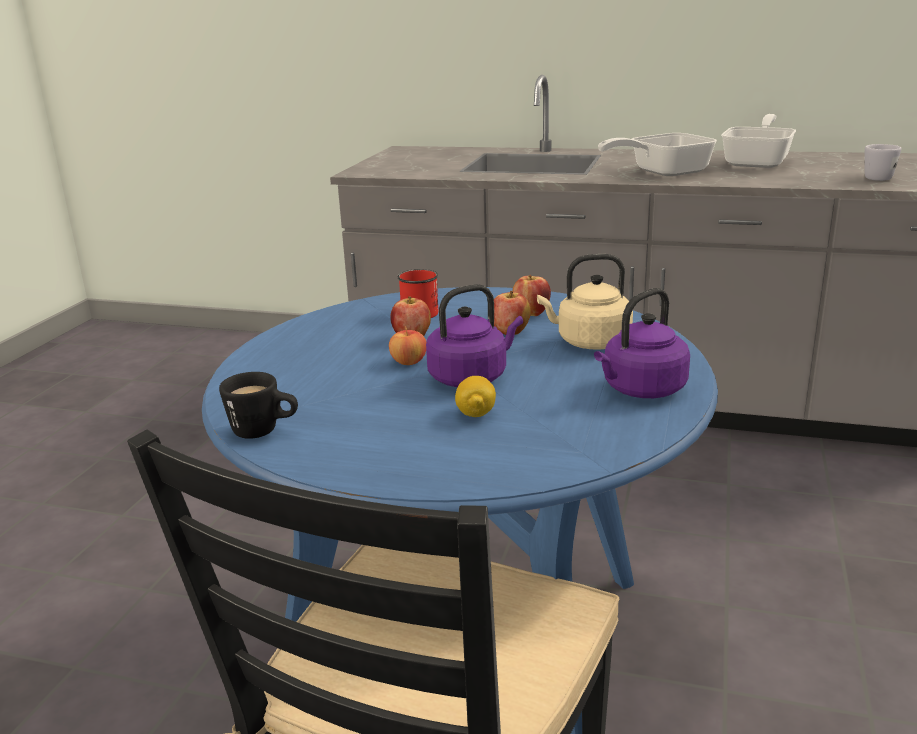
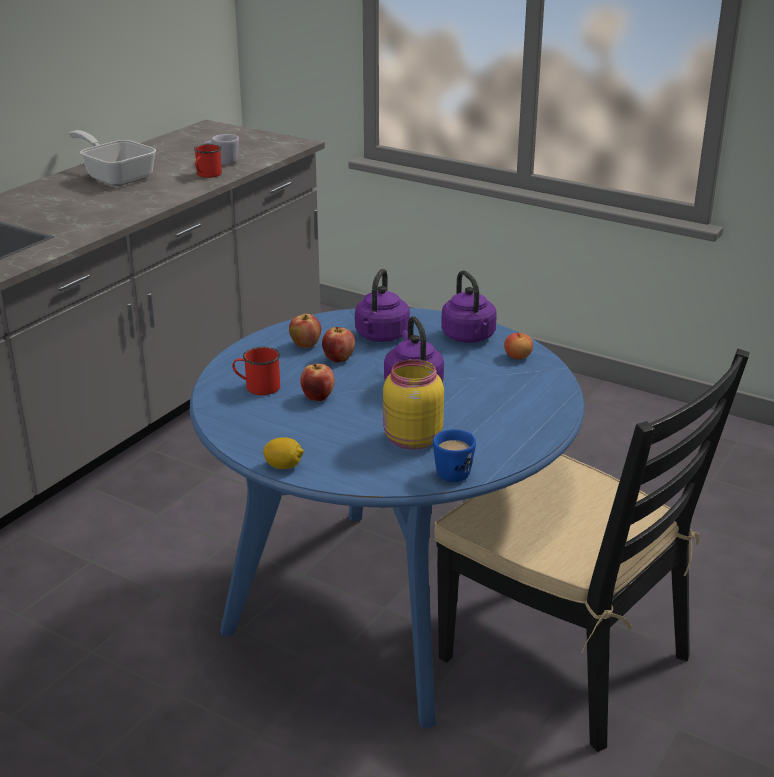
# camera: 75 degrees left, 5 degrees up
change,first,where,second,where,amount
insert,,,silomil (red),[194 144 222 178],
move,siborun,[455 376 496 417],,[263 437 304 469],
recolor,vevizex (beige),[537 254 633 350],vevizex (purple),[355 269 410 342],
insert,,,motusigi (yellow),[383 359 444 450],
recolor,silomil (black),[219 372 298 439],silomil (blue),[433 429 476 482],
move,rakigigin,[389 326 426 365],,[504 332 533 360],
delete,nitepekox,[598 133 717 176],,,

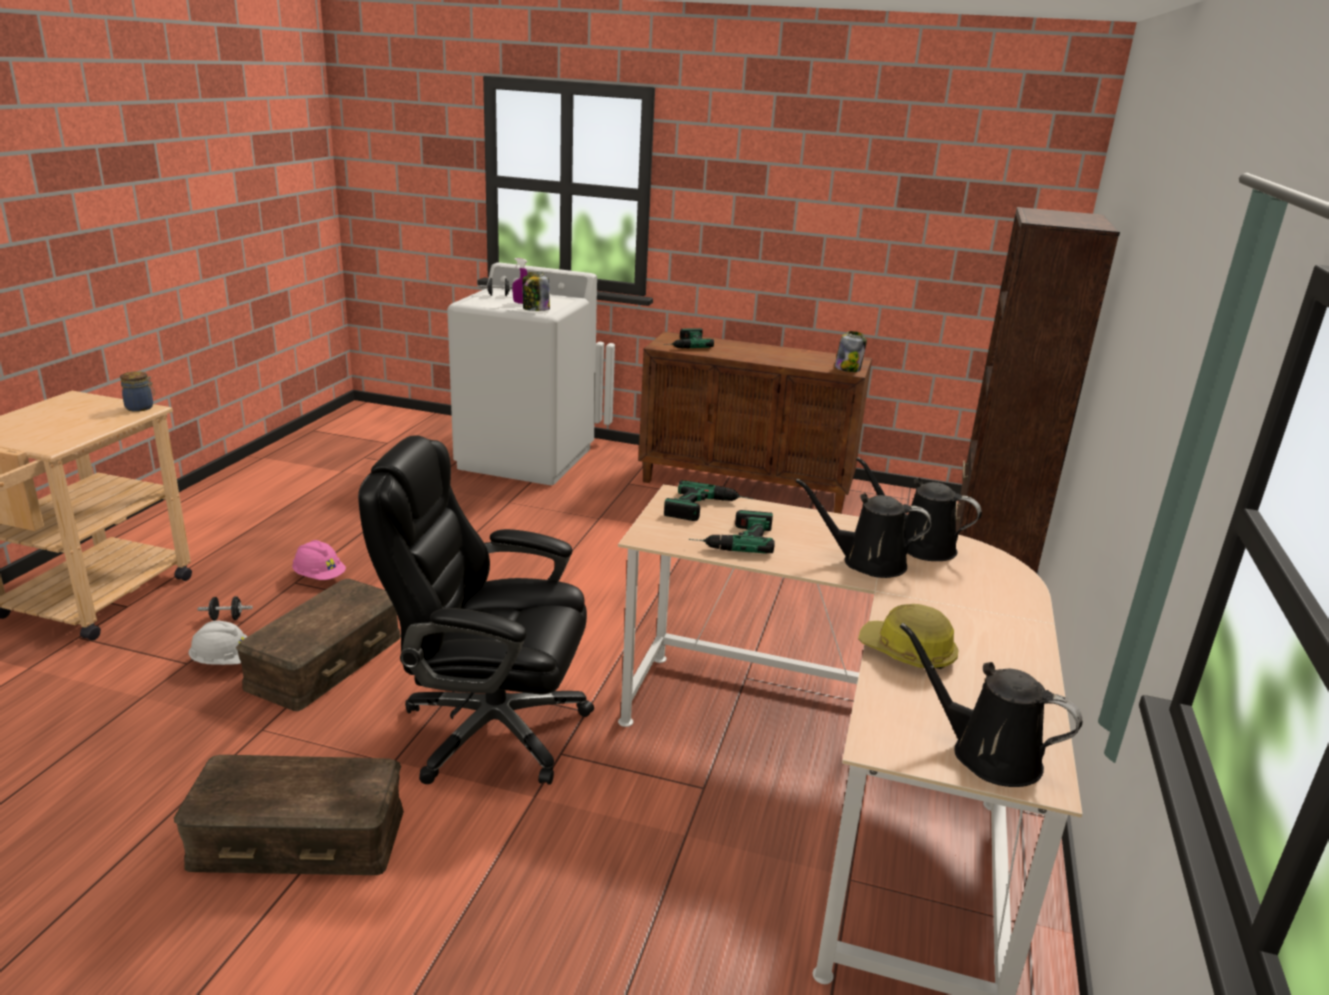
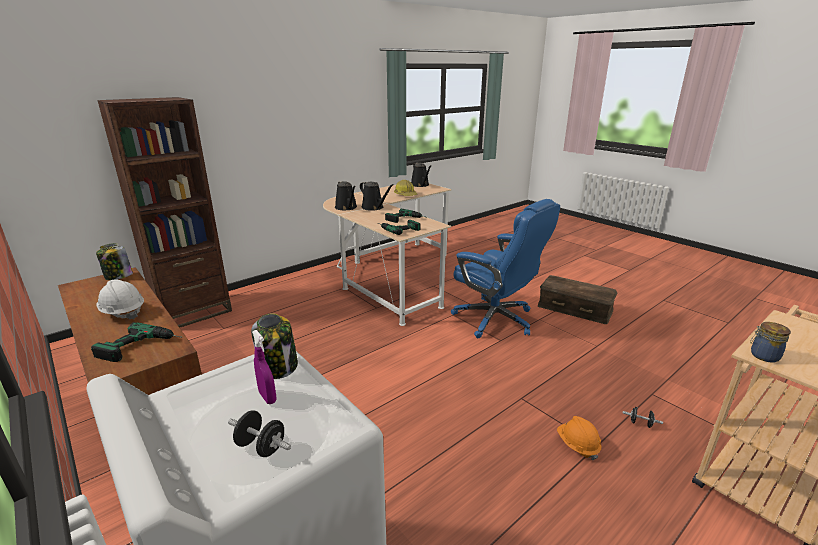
# camera: 145 degrees left, 0 degrees up
change,first,where,second,where,amount
move,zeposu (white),[189 621 247 665],,[97 279 144 320],
recolor,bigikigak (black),[358 435 594 785],bigikigak (blue),[451 199 560 338],
recolor,zeposu (pink),[292 540 346 580],zeposu (orange),[557 416 601 460],
delete,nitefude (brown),[236 579 401 711],,,

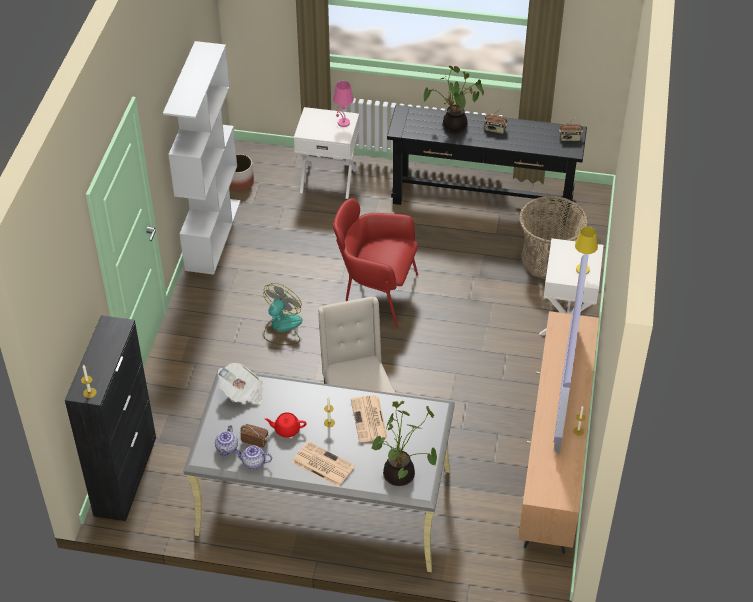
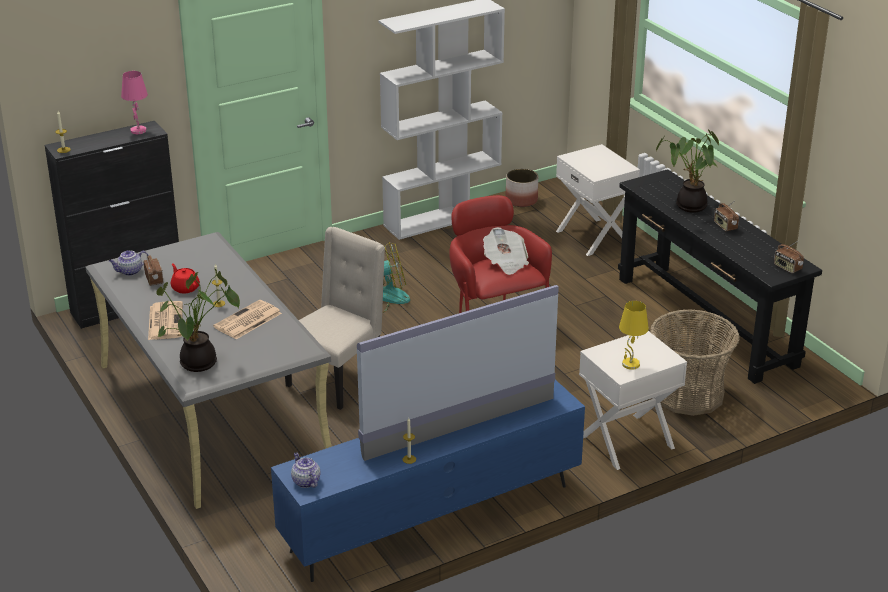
# camera: 50 degrees right, 15 degrees down
change,first,where,second,where,amount
move,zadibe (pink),[333 81 354 127],,[121 71 148 134],
recolor,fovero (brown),[518 311 599 554],fovero (blue),[271 380 585 582],
move,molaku,[234 445 272 469],,[291 452 321 488],
move,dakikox,[218 363 263 405],,[483 227 529 275],

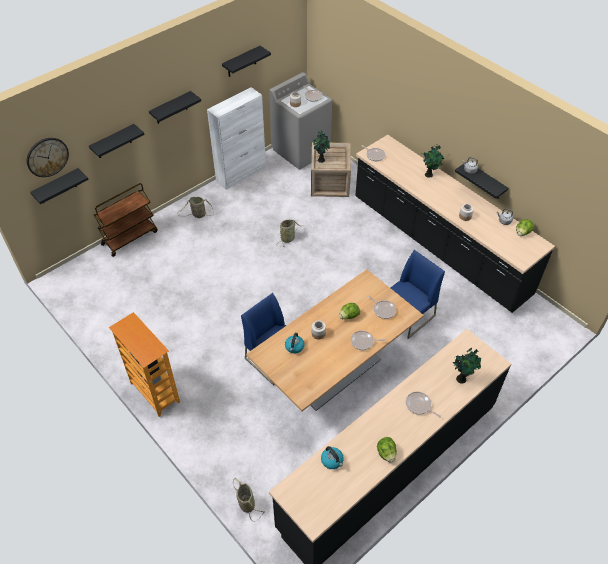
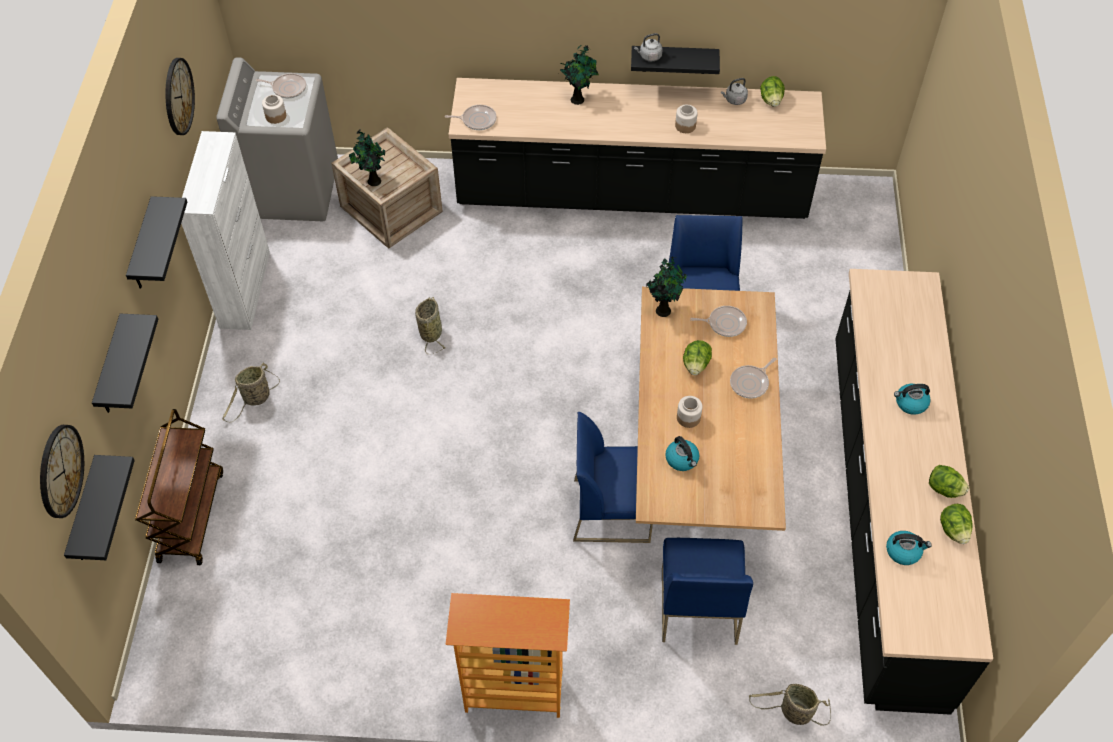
# camera: 45 degrees left, 5 degrees up
change,first,where,second,where,amount
replace,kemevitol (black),[222 46 271 77],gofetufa,[165 58 195 135],
move,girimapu,[453 348 481 384],,[646 256 687 317],
insert,,,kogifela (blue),[662 538 753 645],
replace,nitepekox,[406 392 441 417],vevizex,[894 384 931 415],
insert,,,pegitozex,[940 504 973 544],

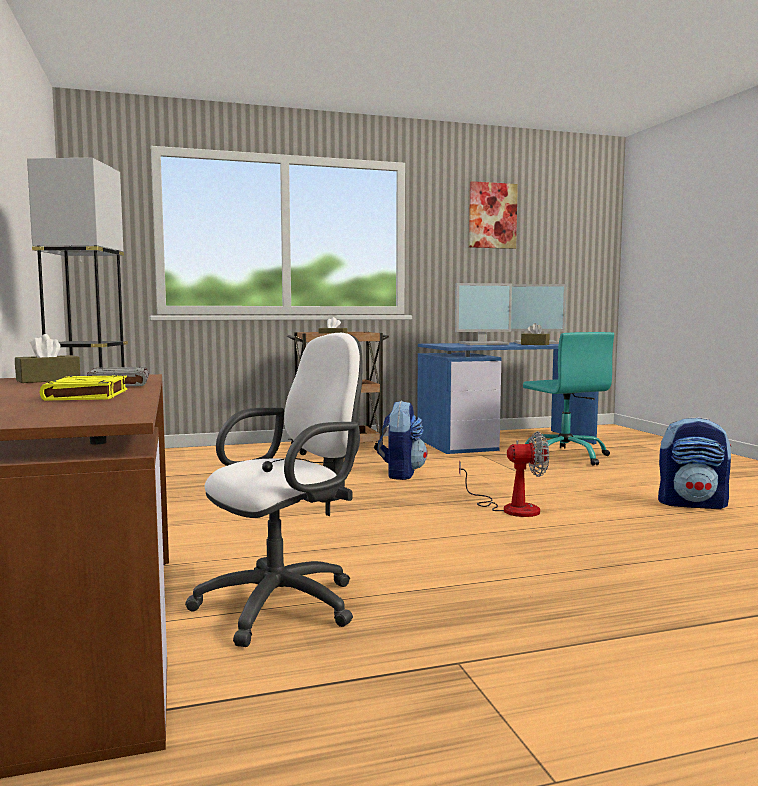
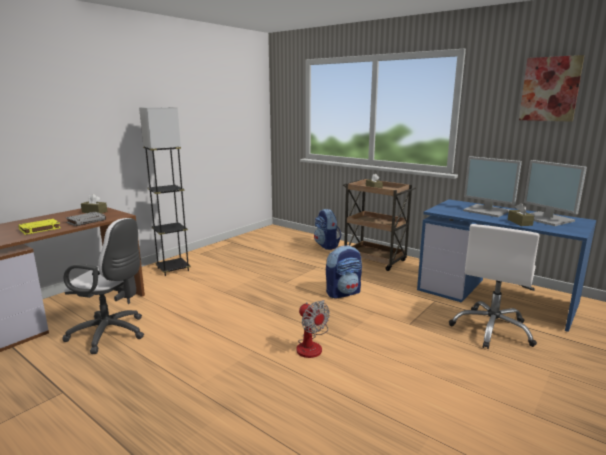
# camera: 55 degrees right, 10 degrees up
change,first,where,second,where,amount
move,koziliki,[658 417 731 509],,[314 209 342 250],
recolor,bigikigak (turquoise),[523 332 614 466],bigikigak (white),[449 224 539 349],

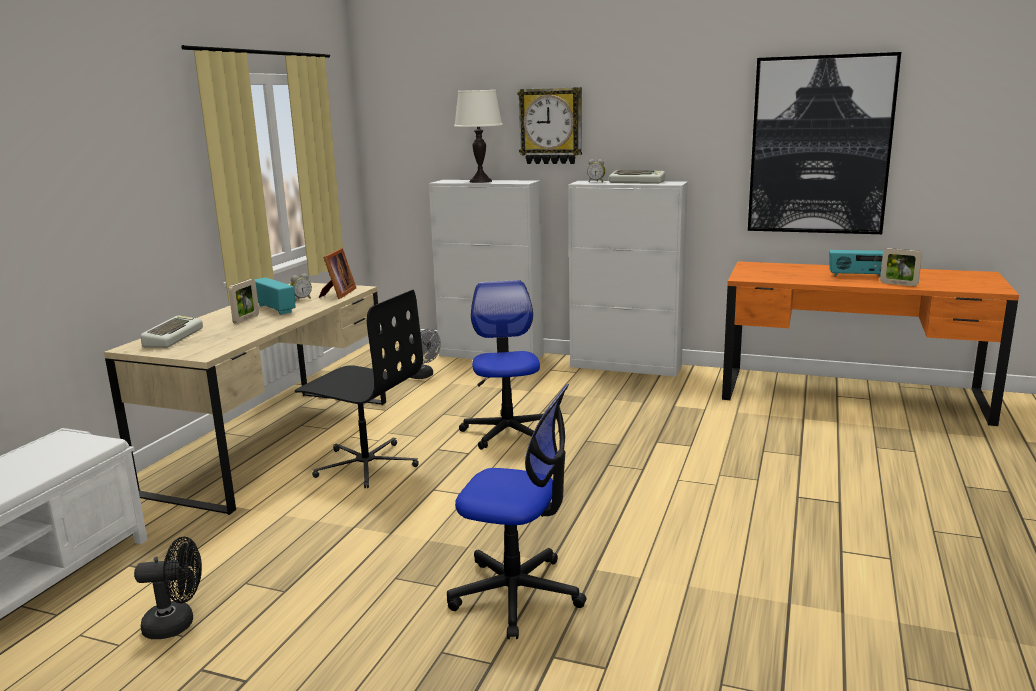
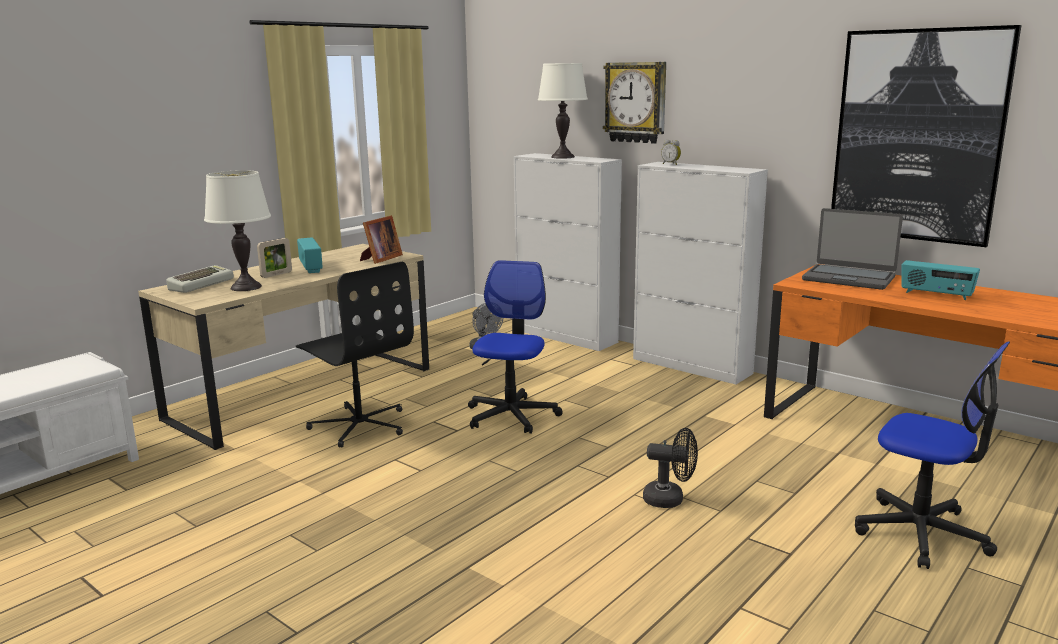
# camera: 20 degrees right, 0 degrees up
change,first,where,second,where,amount
insert,,,zadibe (white),[204 170 271 291],
move,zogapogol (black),[134 537 202 639],,[643 428 698 508],
insert,,,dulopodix,[802 208 903 290],
move,bigikigak,[447 384 586 639],,[855 342 1010 569],
delete,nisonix,[290 273 312 302],,,
delete,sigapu,[609 170 665 184],,,
delete,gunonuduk,[880 248 922 286],,,

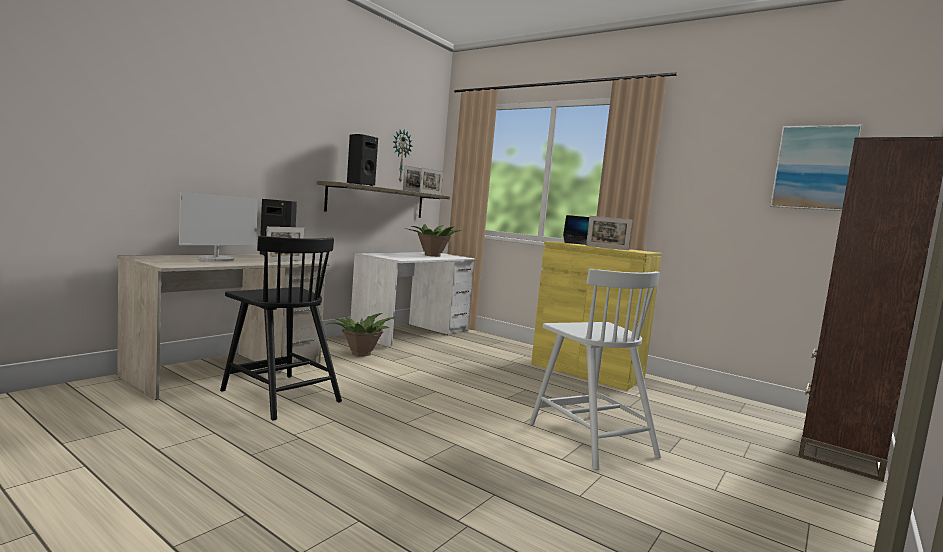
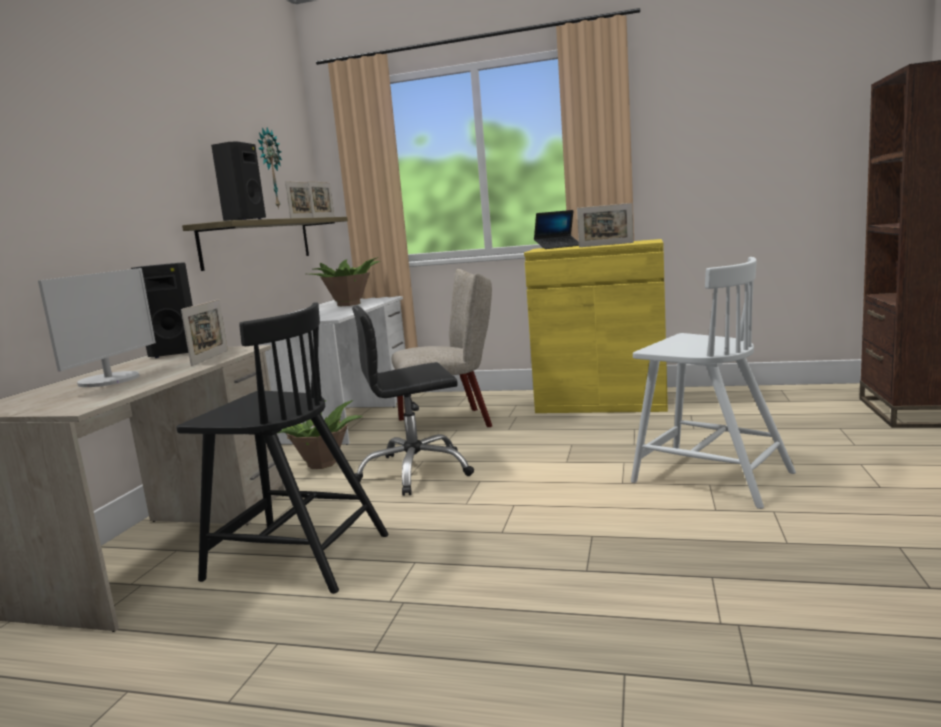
# camera: 20 degrees left, 5 degrees up
change,first,where,second,where,amount
insert,,,bigikigak (black),[352 306 474 496],
insert,,,kogifela (beige),[392 269 492 427],
delete,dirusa,[770 125 862 211],,,

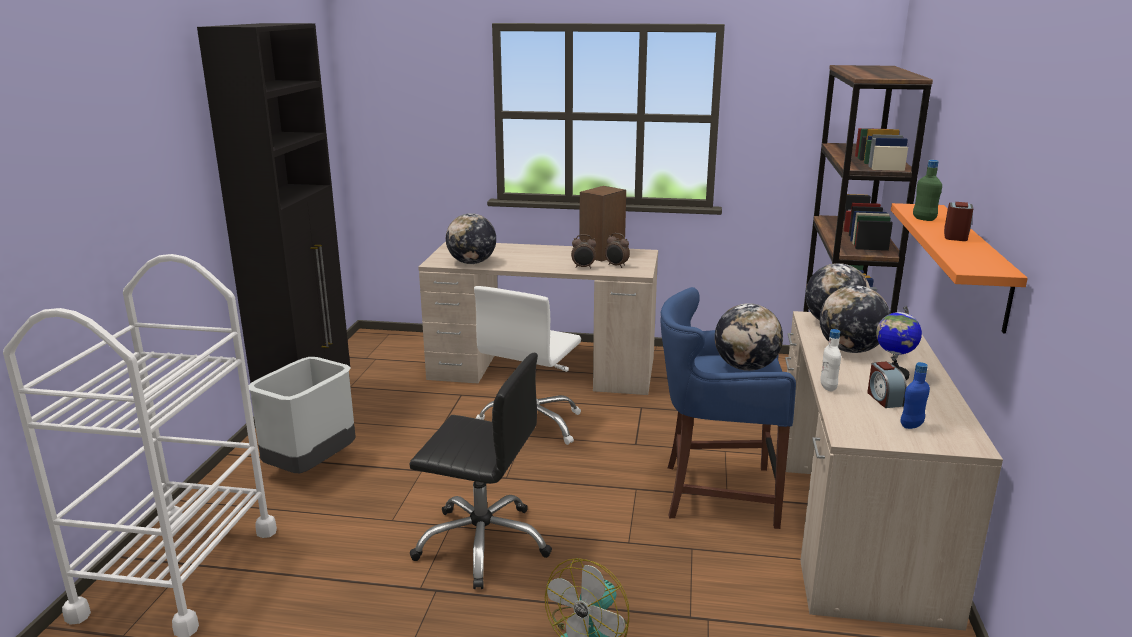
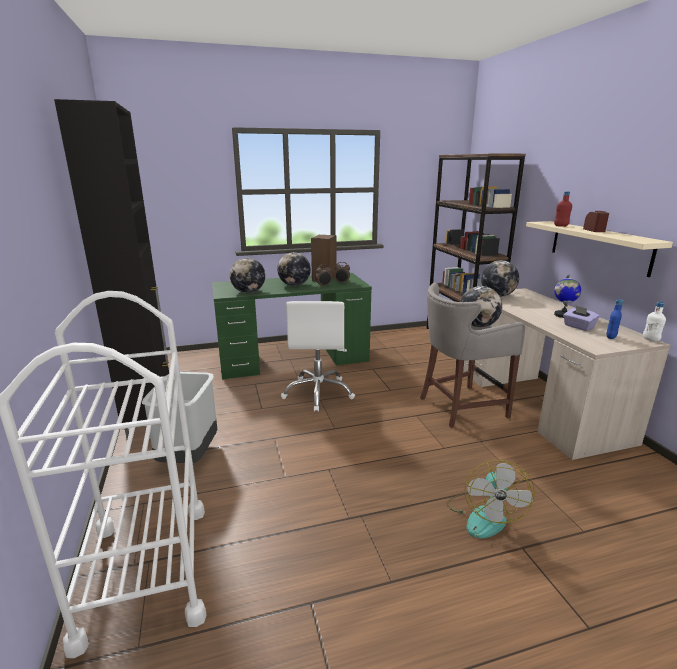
# camera: 25 degrees left, 0 degrees up
change,first,where,second,where,amount
recolor,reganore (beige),[418 241 658 395],reganore (green),[212 273 372 379],
move,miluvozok,[820 285 890 353],,[277 252 311 286],
recolor,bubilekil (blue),[661 287 796 529],bubilekil (grey),[420 283 525 428],
recolor,kemevitol (orange),[891 203 1028 334],kemevitol (beige),[526 221 673 277],
recolor,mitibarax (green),[913 160 942 221],mitibarax (red),[554 191 572 227],
replace,nisonix,[867 362 907 408],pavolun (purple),[563 305 600 331],
move,mitibarax (white),[820 329 841 392],,[643 302 666 342],
delete,bigikigak (black),[409 353 552 589],,,

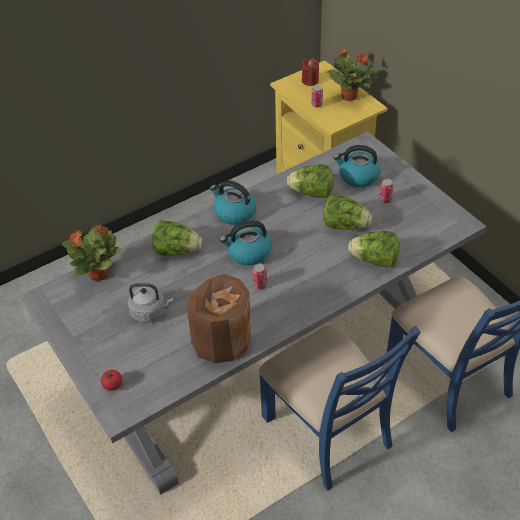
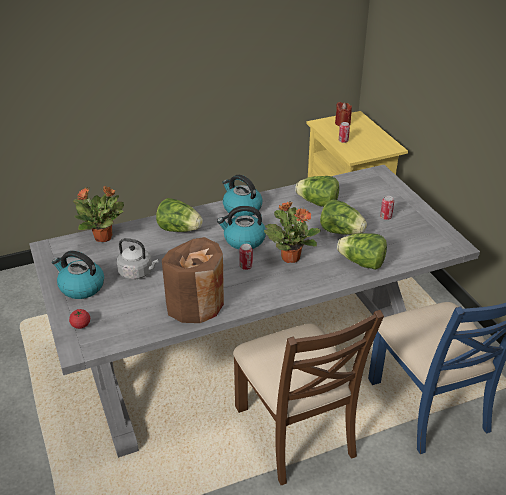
# camera: 10 degrees right, 10 degrees down
change,first,where,second,where,amount
move,vevizex,[334 145 380 187],,[52 251 104 299],
recolor,kogifela (blue),[259 325 421 491],kogifela (brown),[233 310 384 485],
move,girimapu,[327 49 376 101],,[264 202 321 263],

